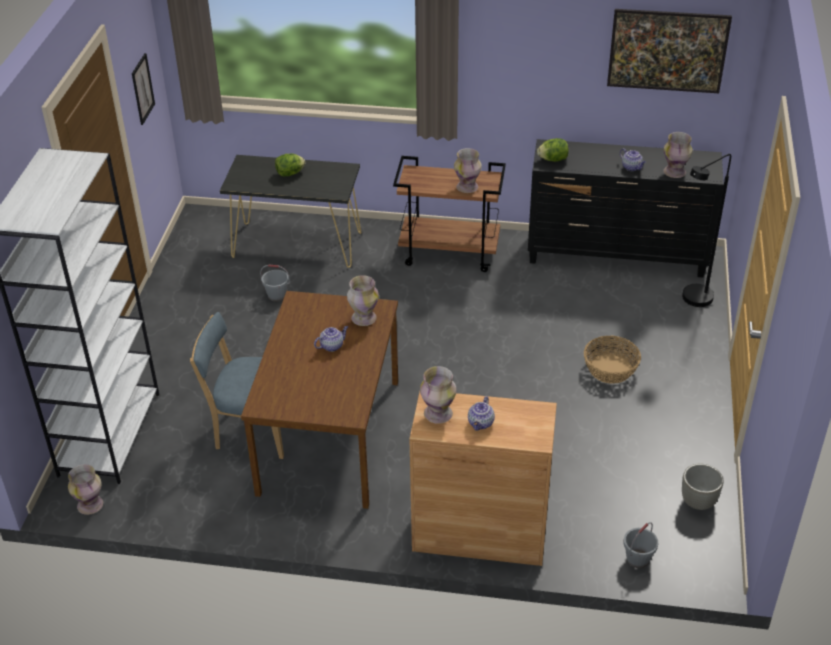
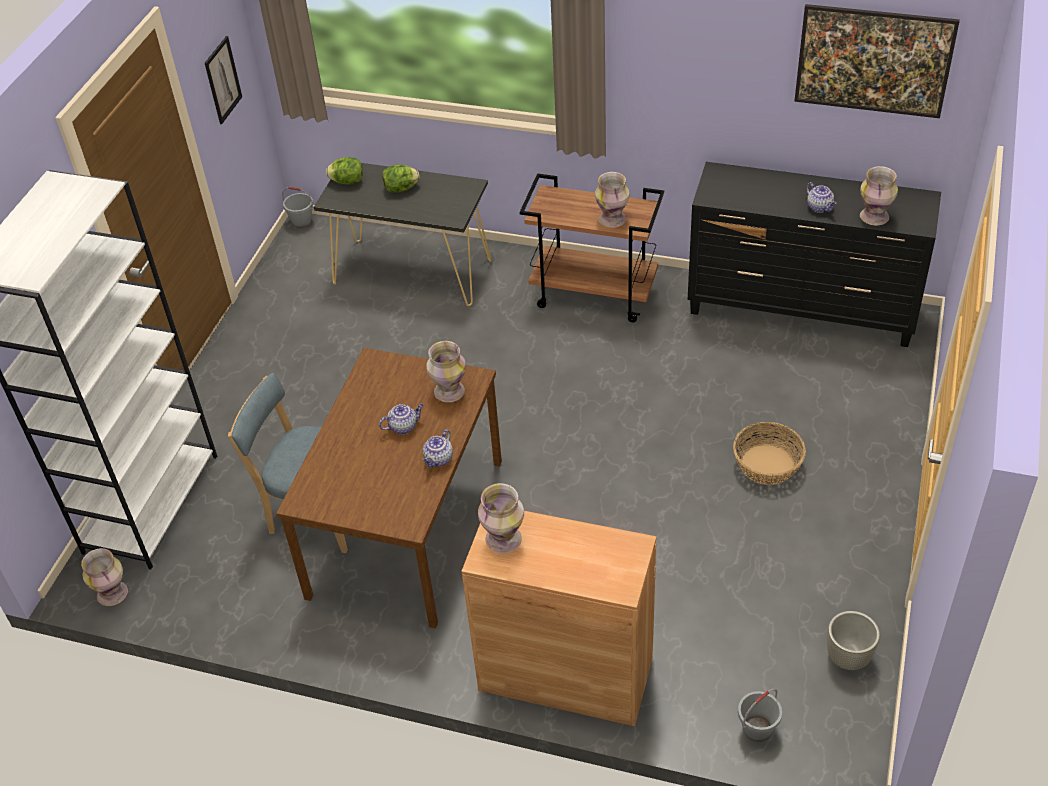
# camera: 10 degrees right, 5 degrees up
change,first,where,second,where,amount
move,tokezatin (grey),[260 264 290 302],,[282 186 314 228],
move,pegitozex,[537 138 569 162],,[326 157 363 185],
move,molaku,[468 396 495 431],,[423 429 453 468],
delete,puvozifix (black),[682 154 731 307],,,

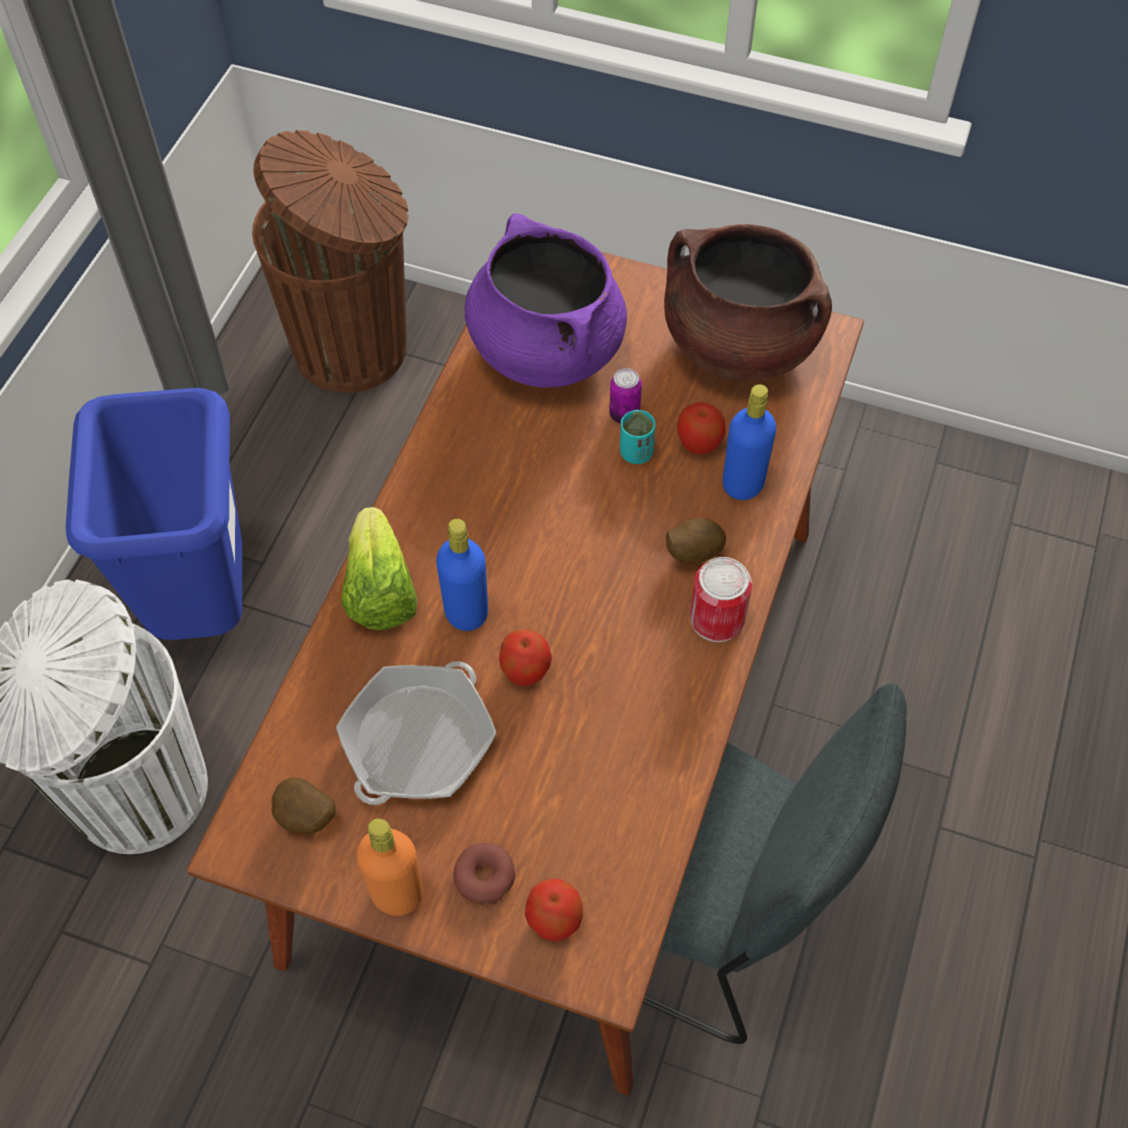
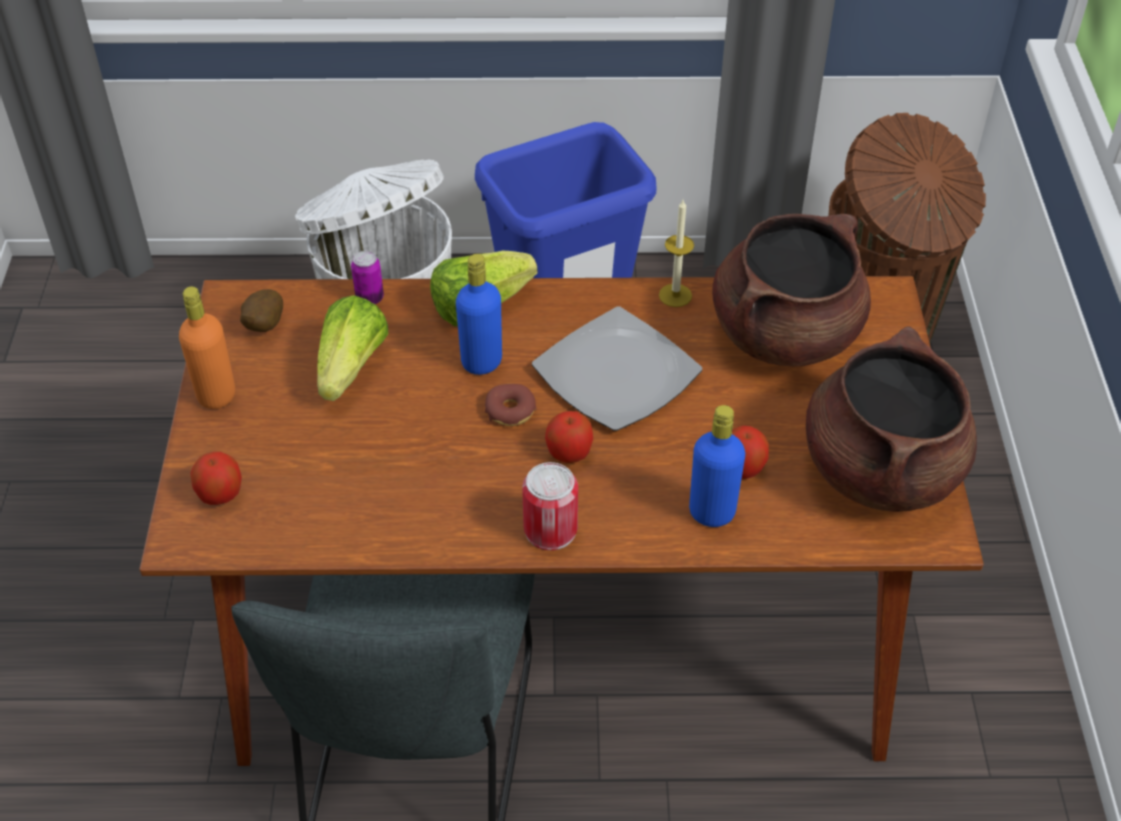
# camera: 70 degrees right, 10 degrees down
change,first,where,second,where,amount
replace,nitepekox,[336 661 497 805],pegitozex,[317 295 388 401],
move,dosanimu,[609 368 642 424],,[351 251 384 304],
move,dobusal,[454 843 515 905],,[485 384 537 426],
insert,,,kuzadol,[532 307 702 431],
move,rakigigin,[499 629 552 686],,[545 411 593 463],
insert,,,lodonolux,[659 200 694 307],
recolor,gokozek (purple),[465 213 627 387],gokozek (brown),[712 214 871 366],
delete,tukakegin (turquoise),[620 410 655 464],,,
delete,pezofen,[666 518 726 564],,,

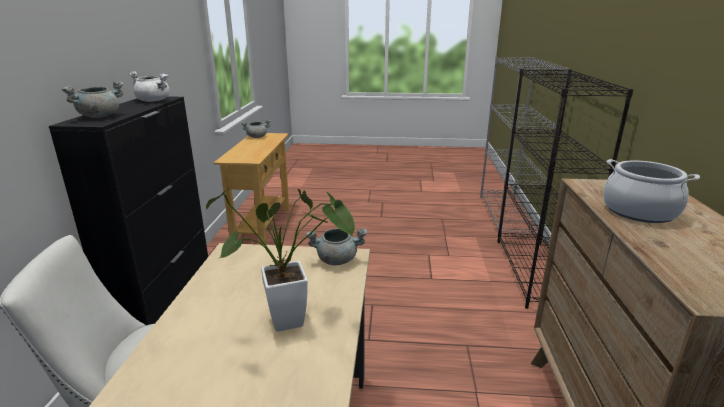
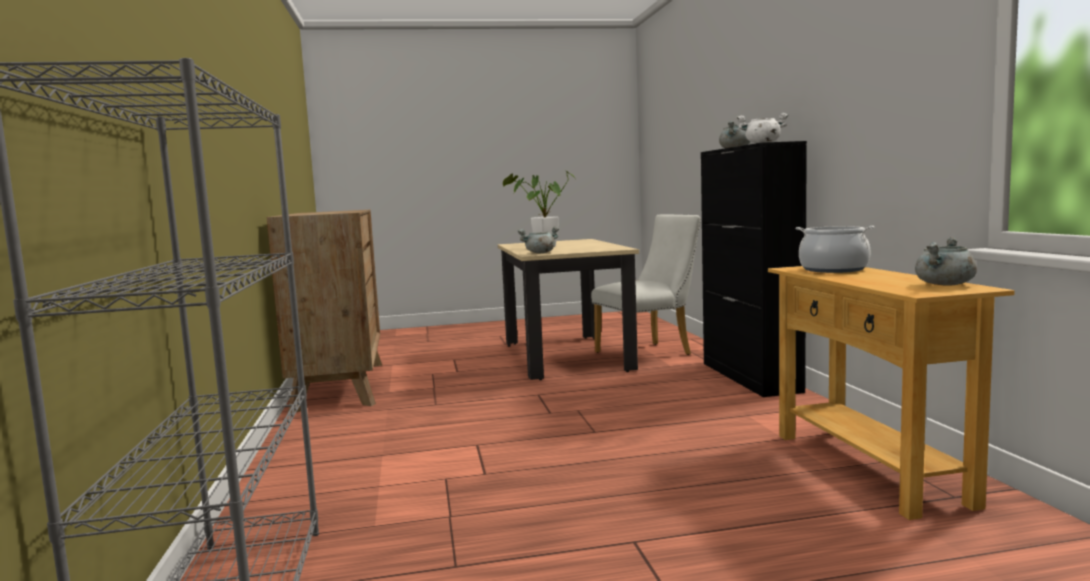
# camera: 165 degrees right, 15 degrees down
change,first,where,second,where,amount
move,gokozek,[603 159 700 223],,[796 226 874 273],
delete,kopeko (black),[497 69 634 309],,,

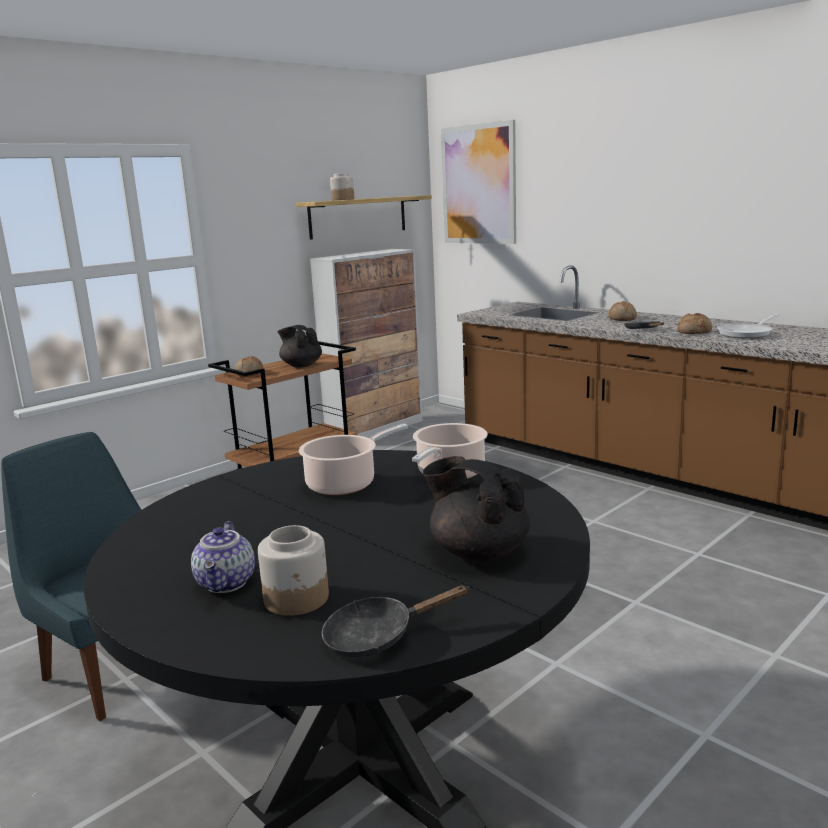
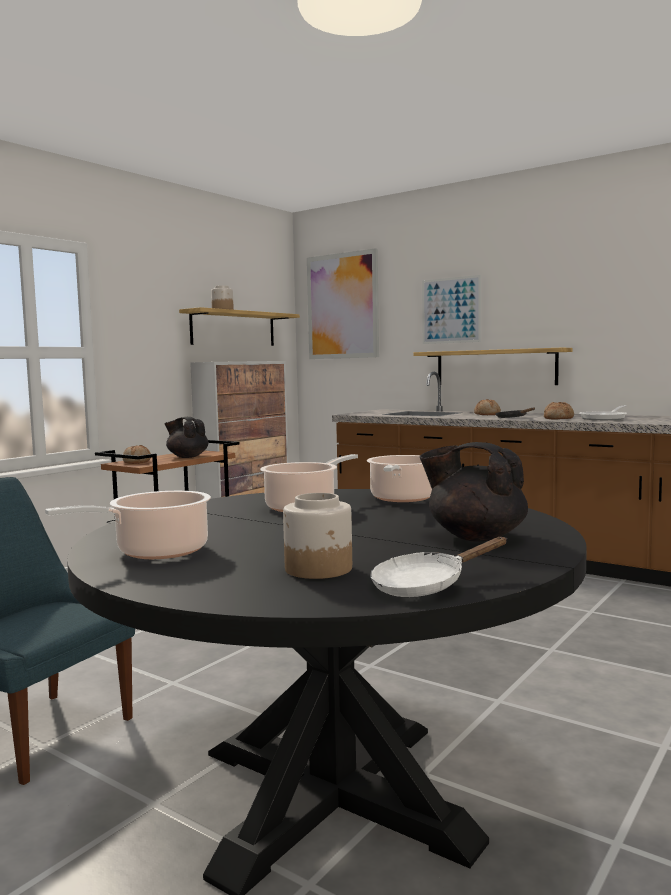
# camera: 10 degrees left, 10 degrees down
change,first,where,second,where,amount
insert,,,gokozek,[45 491 211 559],
recolor,nitepekox (black),[322 585 469 657],nitepekox (white),[370 537 506 597],
insert,,,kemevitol,[414 348 572 385],
insert,,,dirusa,[422 275 481 344],
delete,molaku,[191 521 255 593],,,

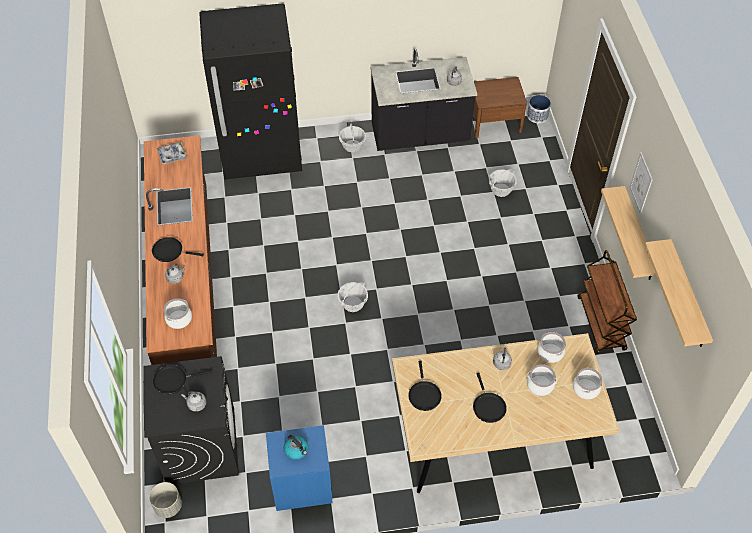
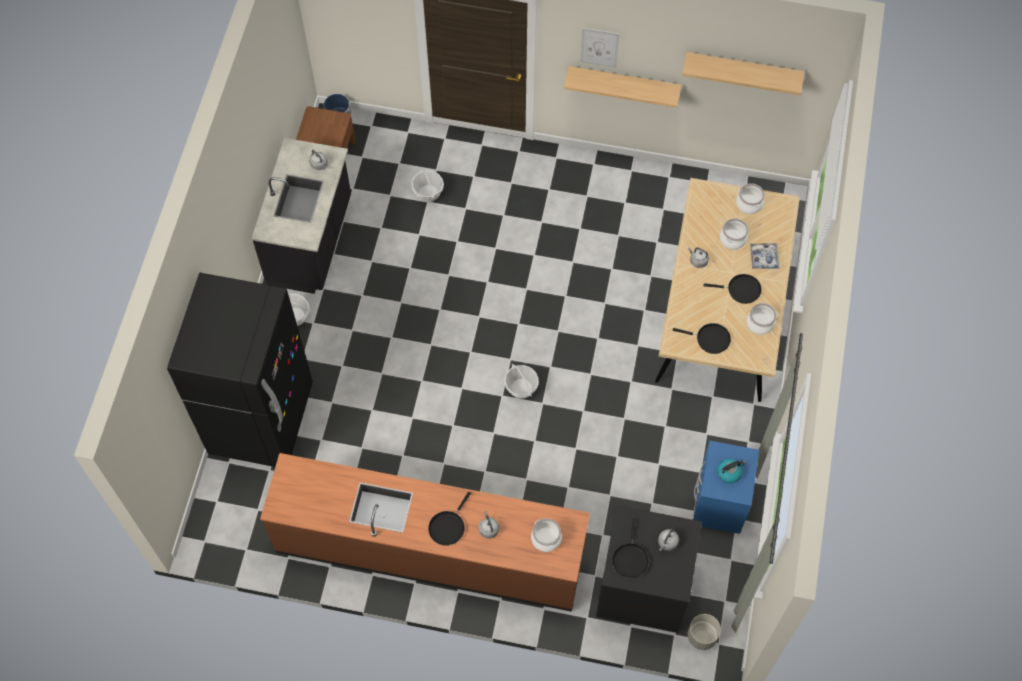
# camera: 70 degrees left, 10 degrees up
change,first,where,second,where,amount
move,gokozek,[537 332 566 363],,[747 303 778 335],
move,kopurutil,[157 142 187 165],,[750 243 780 269],
delete,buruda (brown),[578 250 637 354],,,

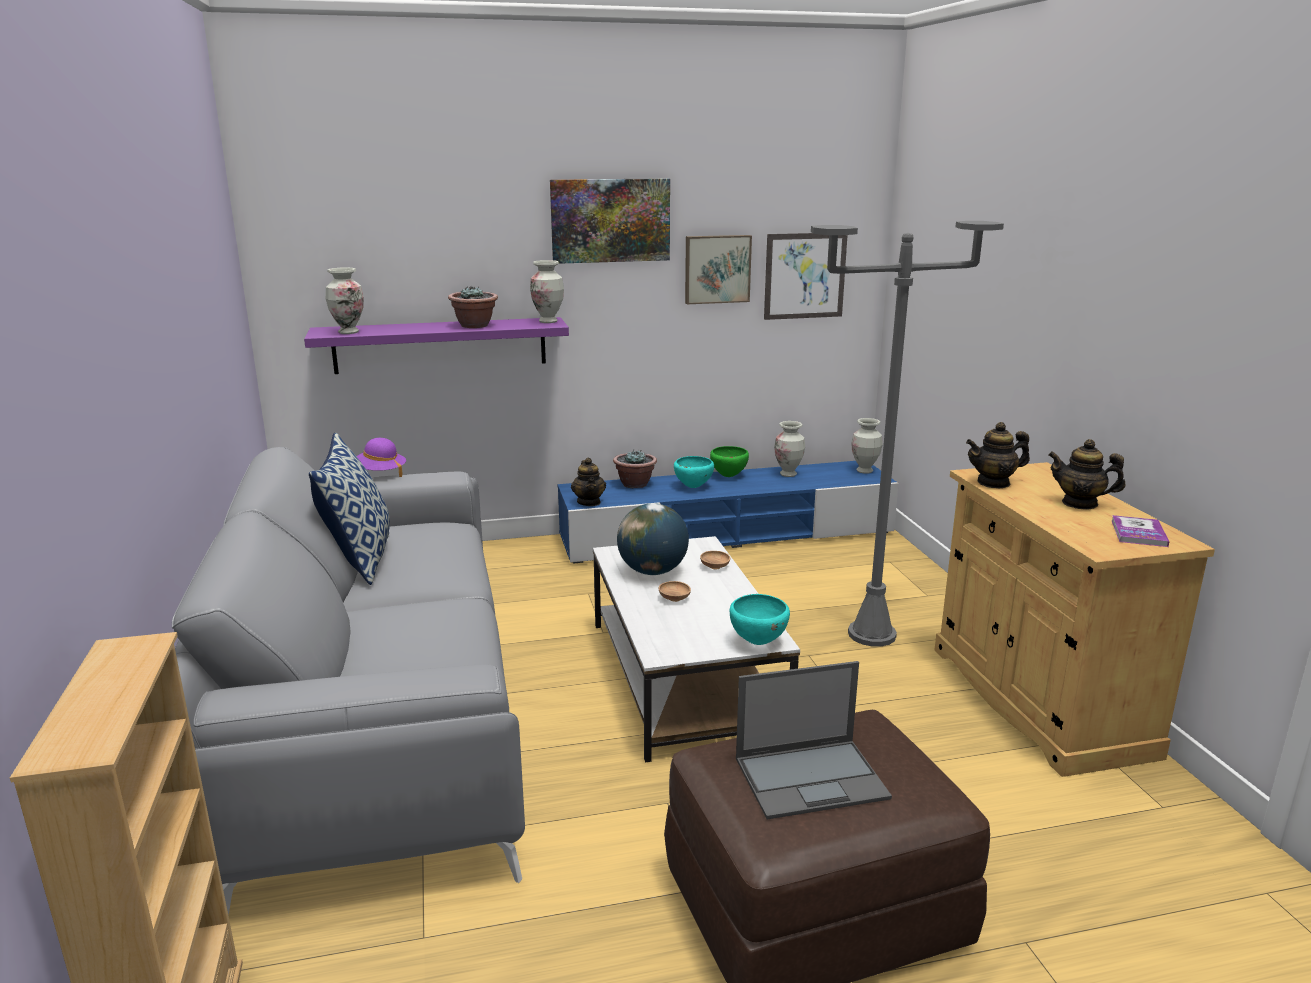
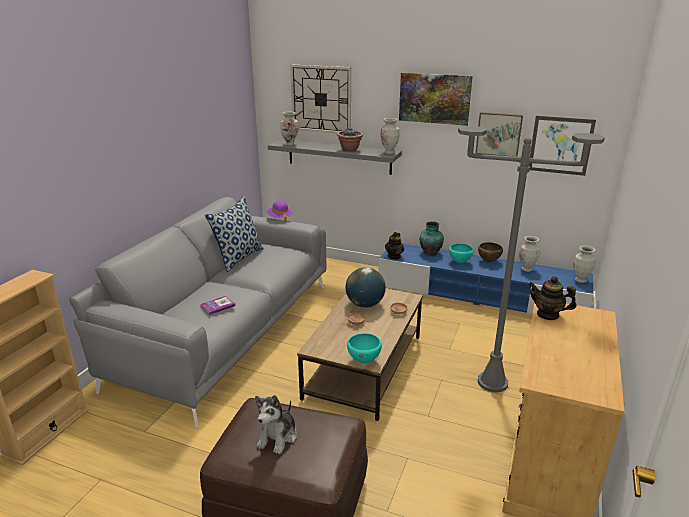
# camera: 35 degrees right, 5 degrees up
change,first,where,second,where,amount
move,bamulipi,[1112 515 1170 547],,[200 295 235 315],
replace,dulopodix,[736 661 892 819],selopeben,[255 395 297 454],
recolor,kemevitol (purple),[304 317 569 374],kemevitol (grey),[268 139 402 175],
insert,,,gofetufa,[290 64 351 133],
recolor,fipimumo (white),[593 536 800 762],fipimumo (brown),[297 288 423 421],
replace,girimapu,[613 450 657 489],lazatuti,[420 221 444 255],
recolor,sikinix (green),[710 446 749 477],sikinix (brown),[478 242 503 262],
delete,molaku,[1048 439 1125 510],,,

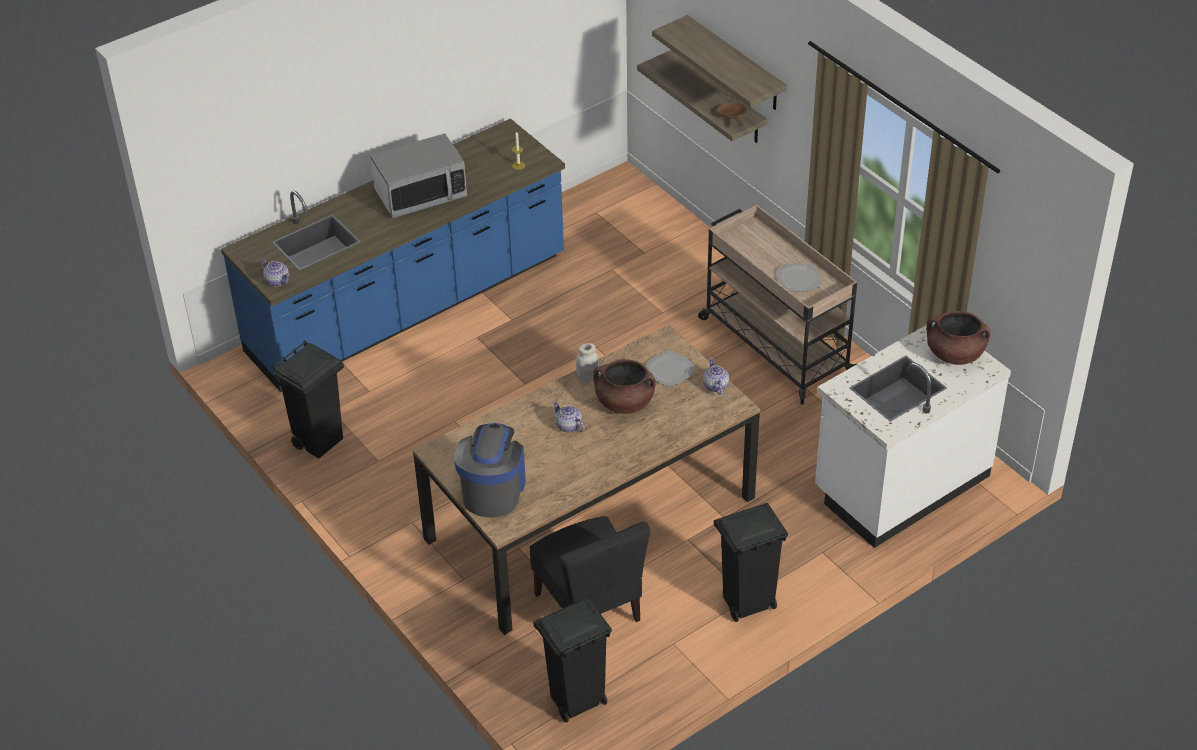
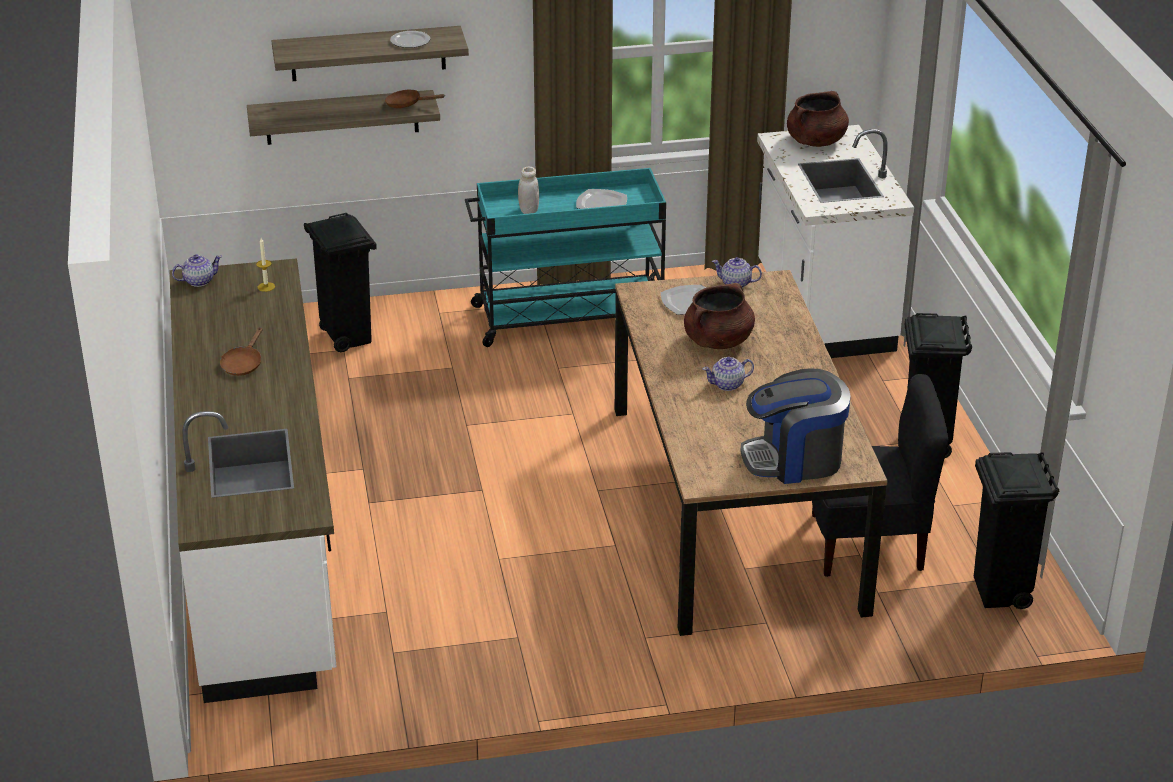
# camera: 65 degrees left, 10 degrees down
change,first,where,second,where,amount
recolor,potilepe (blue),[221 118 565 392],potilepe (white),[170 258 337 703],
move,molaku,[260 260 290 286],,[172 254 222 287],
replace,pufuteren,[370 133 467 218],nitepekox (brown),[220 328 262 376],
move,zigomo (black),[272 341 344 459],,[303 213 377 353],
insert,,,kuzadol,[390 31 430 48],
recolor,buruda (beige),[698 205 857 404],buruda (turquoise),[465 168 666 347],
move,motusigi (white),[576 343 599 382],,[518 167 539 214],
rotate,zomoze,[454 423 526 517],,[740 368 851 484],45 degrees counterclockwise

